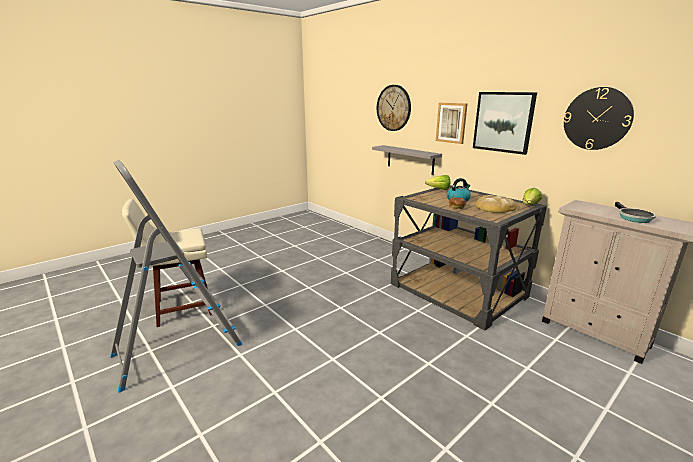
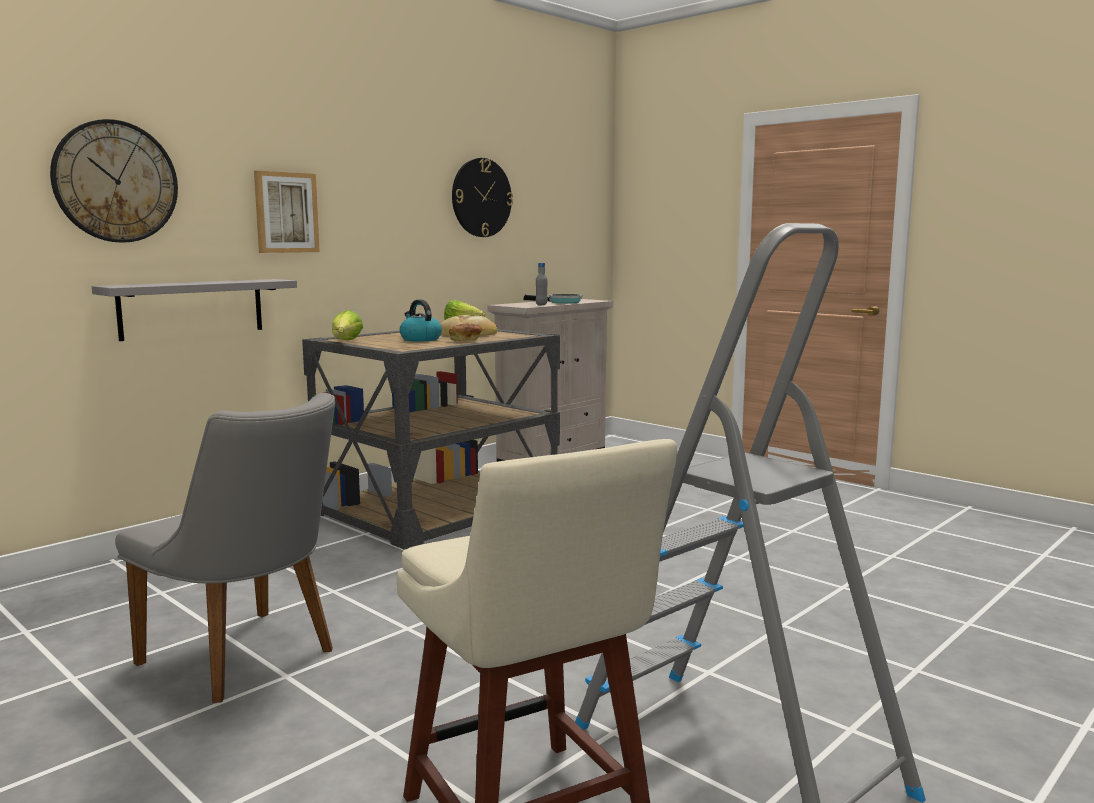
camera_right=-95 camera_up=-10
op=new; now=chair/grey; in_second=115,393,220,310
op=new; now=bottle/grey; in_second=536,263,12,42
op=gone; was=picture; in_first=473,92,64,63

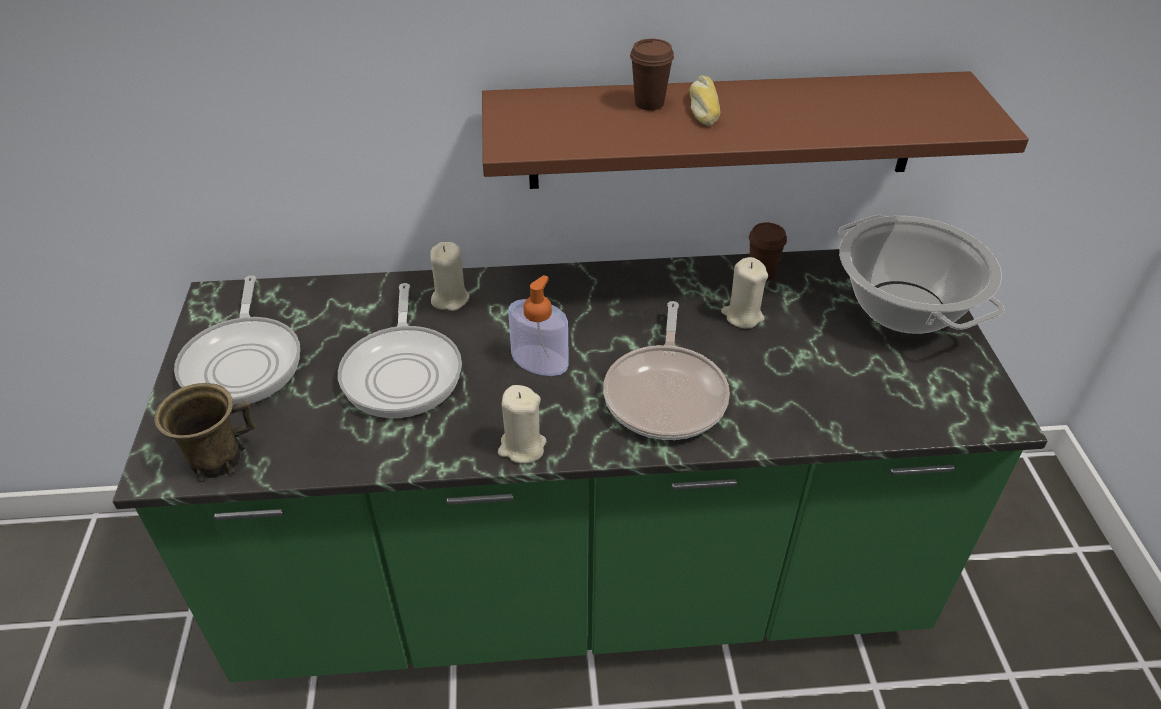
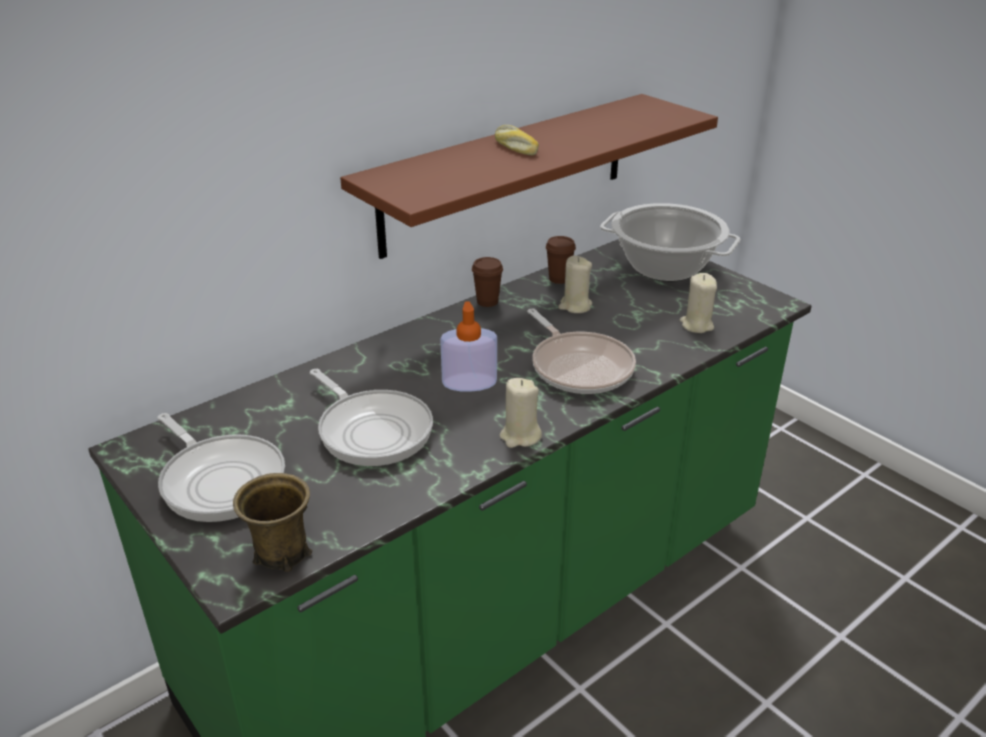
camera_right=-35 camera_up=-10
op=shifted; was=cup/brown; in_first=630,39,44,72; in_second=472,257,31,50
op=shifted; was=candle/beige; in_first=430,242,40,69; in_second=680,273,37,60

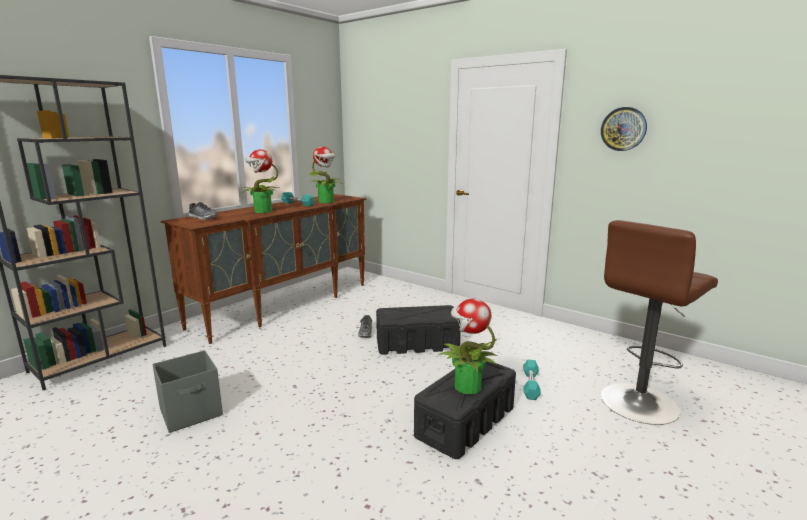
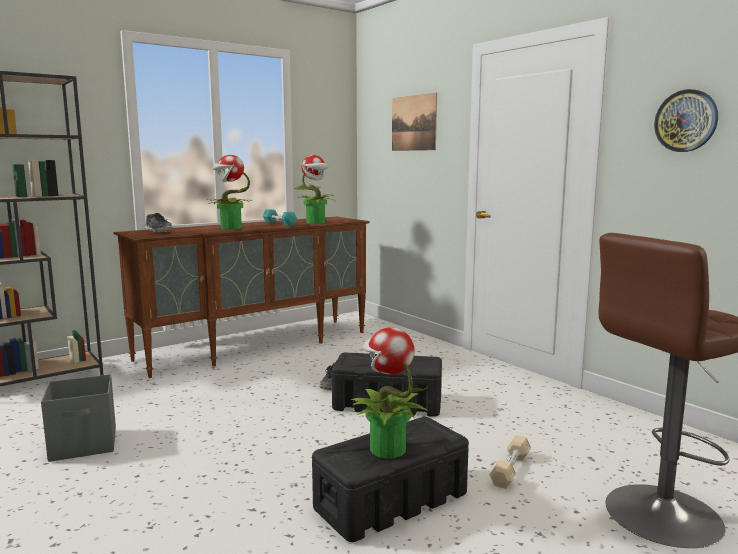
camera_right=15 camera_up=-5
op=new; now=picture; in_second=392,93,45,58
op=repainted; was=dumbbell/turquoise; now=dumbbell/beige; in_first=523,359,18,41; in_second=490,435,41,54

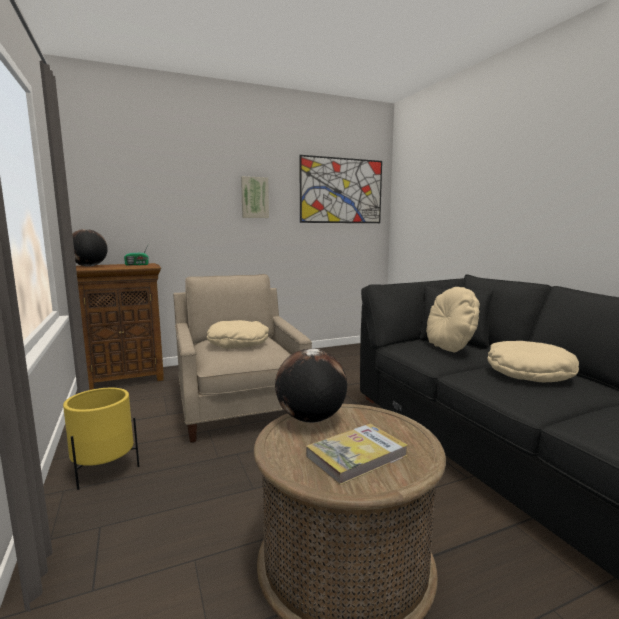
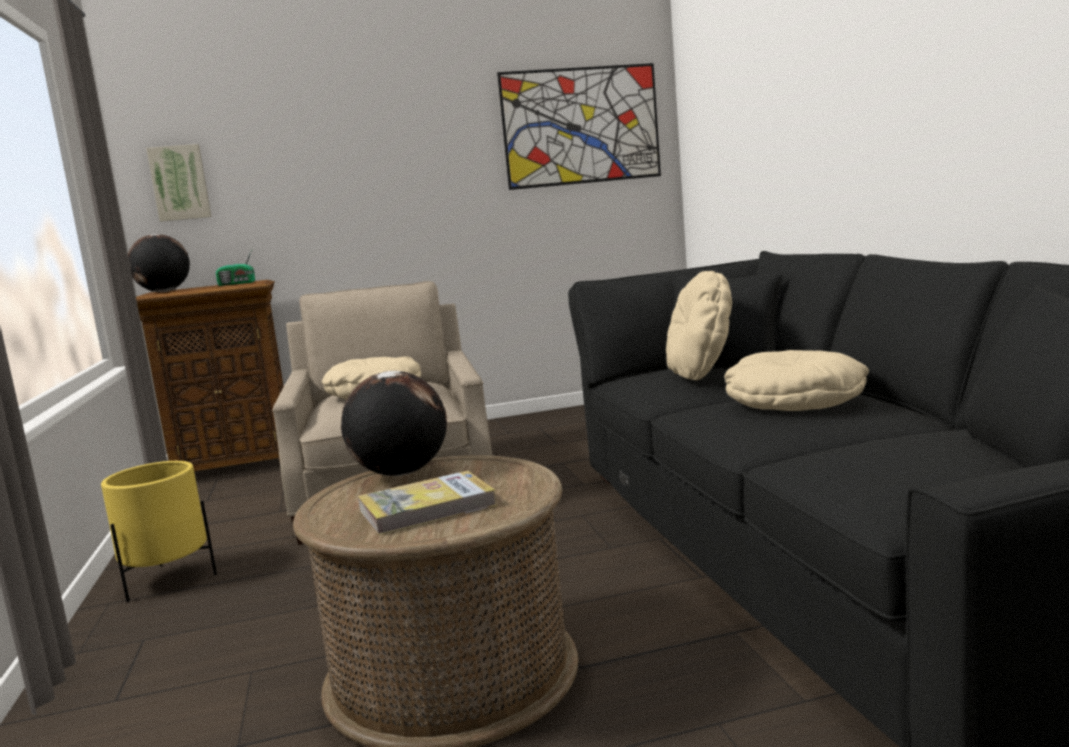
camera_right=10 camera_up=0
op=shifted; was=picture; in_first=241,176,28,42; in_second=146,144,65,78

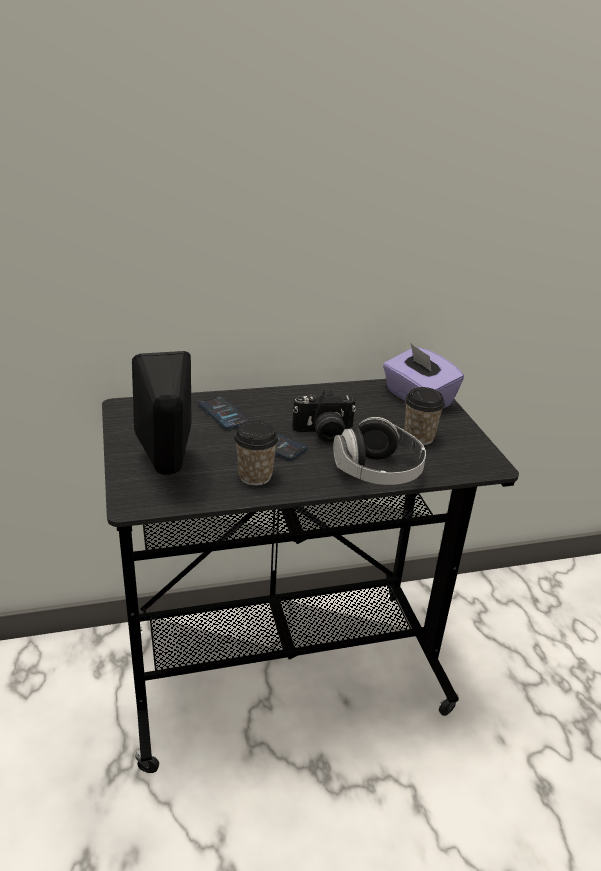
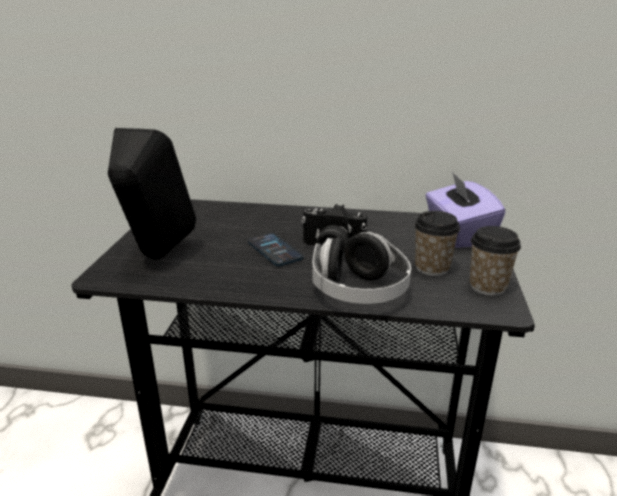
camera_right=25 camera_up=-5
op=shifted; was=cup; in_first=234,421,44,65; in_second=470,226,51,70
op=gone; was=phone; in_first=199,396,51,33

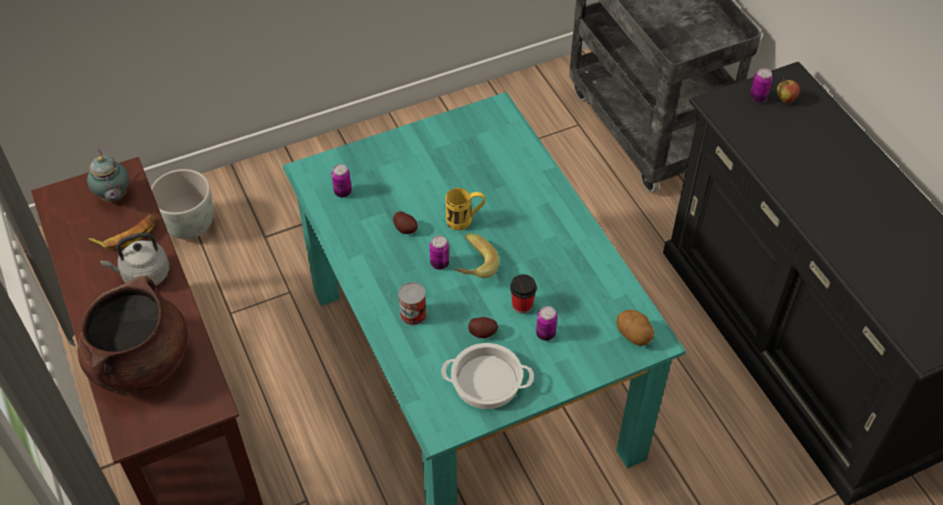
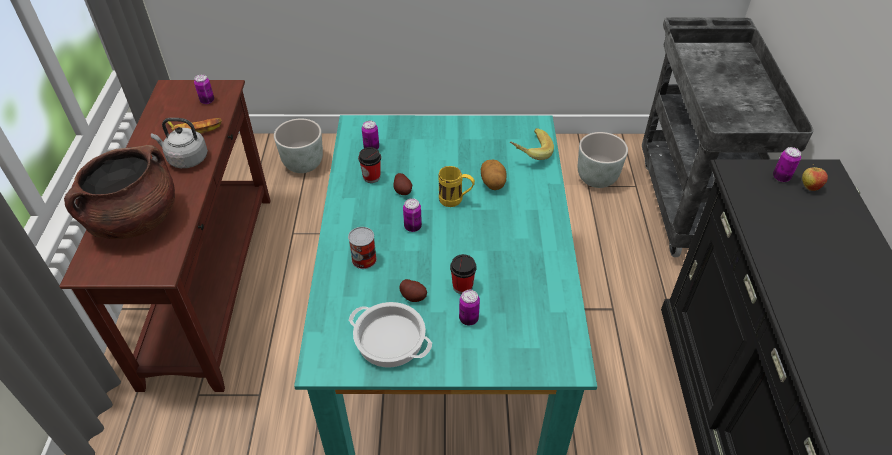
camera_right=25 camera_up=-5
op=swapped; was=teapot; now=can; in_first=87,149,42,53; in_second=194,74,20,30
op=new; now=cup; in_second=358,147,23,36
op=shifted; was=potato; in_first=617,310,37,36; in_second=481,160,26,30
op=shifted; was=banana; in_first=454,234,45,44; in_second=509,128,45,32
op=new; now=planter/grey; in_second=578,132,50,56

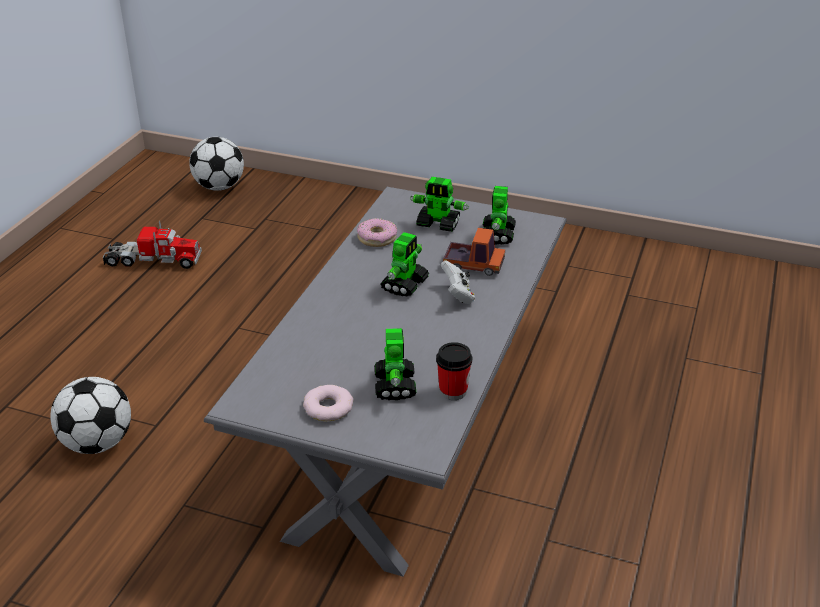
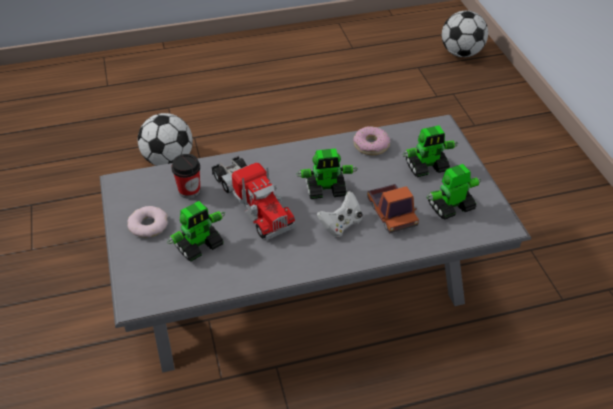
camera_right=55 camera_up=10
op=shifted; was=cup; in_first=436,342,36,58; in_second=171,154,29,45
op=shifted; was=toy truck; in_first=103,221,99,48; in_second=211,156,85,84
op=rotated; was=toy robot; in_first=410,177,59,55; in_second=402,125,56,52; clockwise=-90

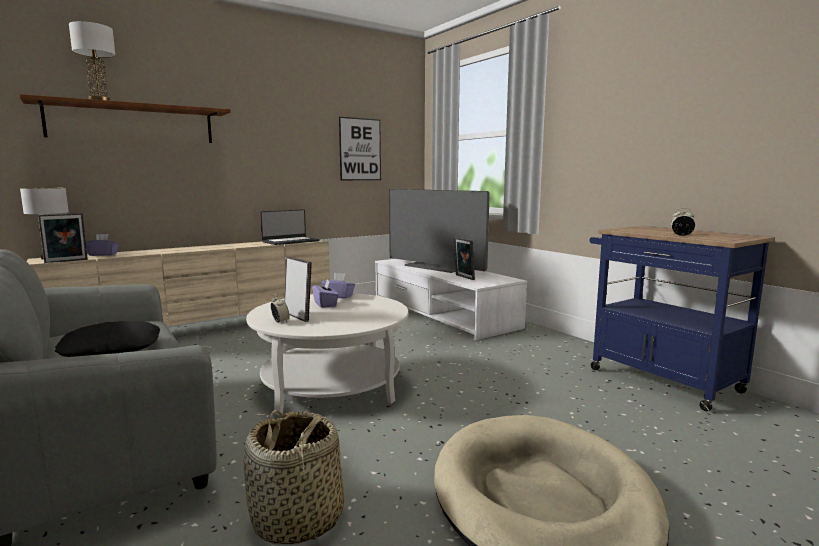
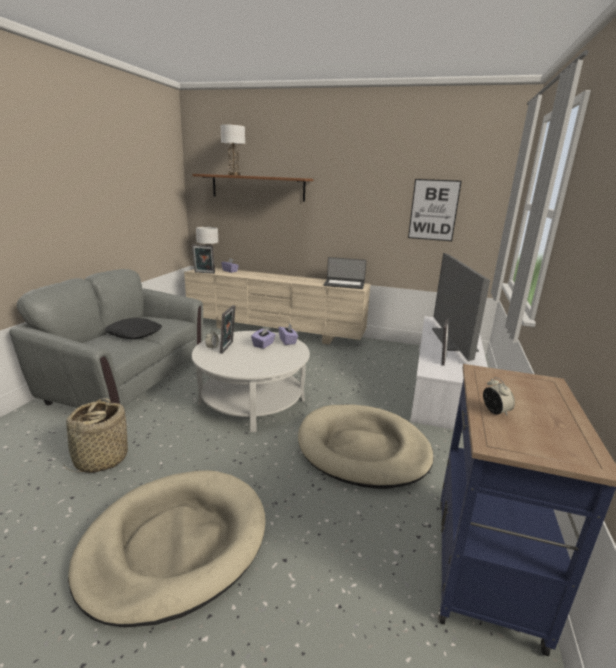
camera_right=50 camera_up=10
op=new; now=dog bed/beige; in_second=298,405,136,84

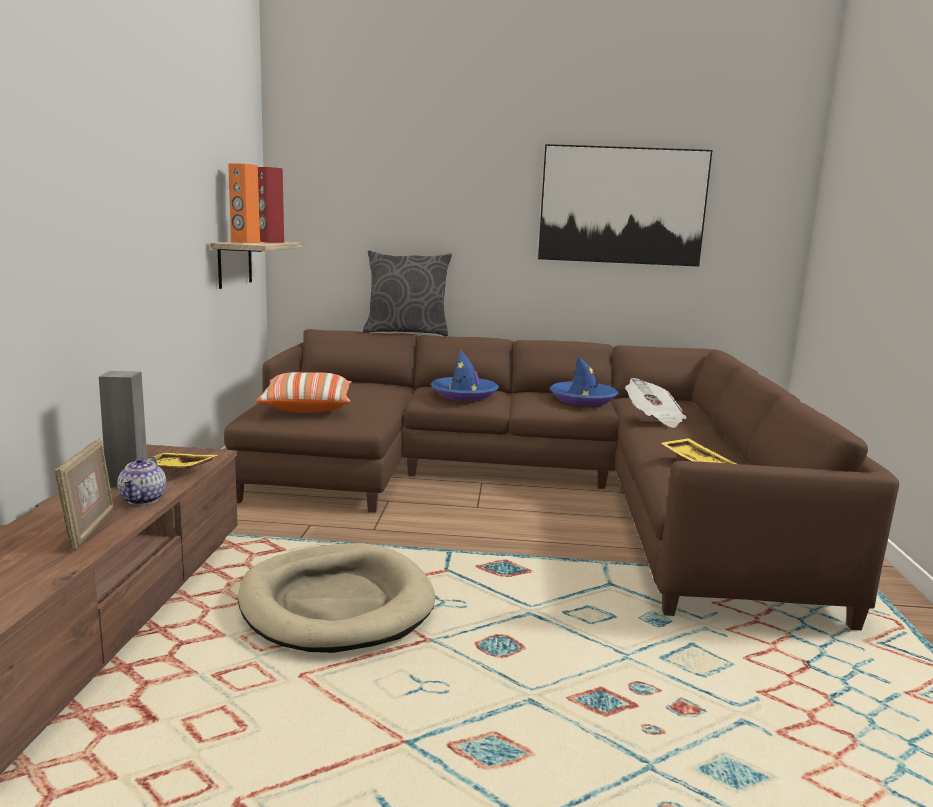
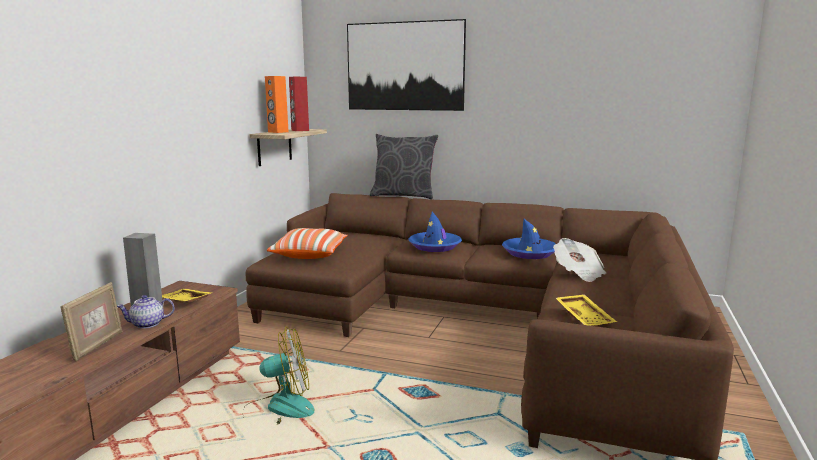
camera_right=15 camera_up=0
op=rotated; was=teapot; in_first=117,456,49,49; in_second=117,295,58,34; clockwise=60
op=swapped; was=dog bed/beige; now=fan; in_first=238,543,197,110; in_second=243,326,72,98
op=shifted; was=picture; in_first=538,144,174,123; in_second=347,19,119,92

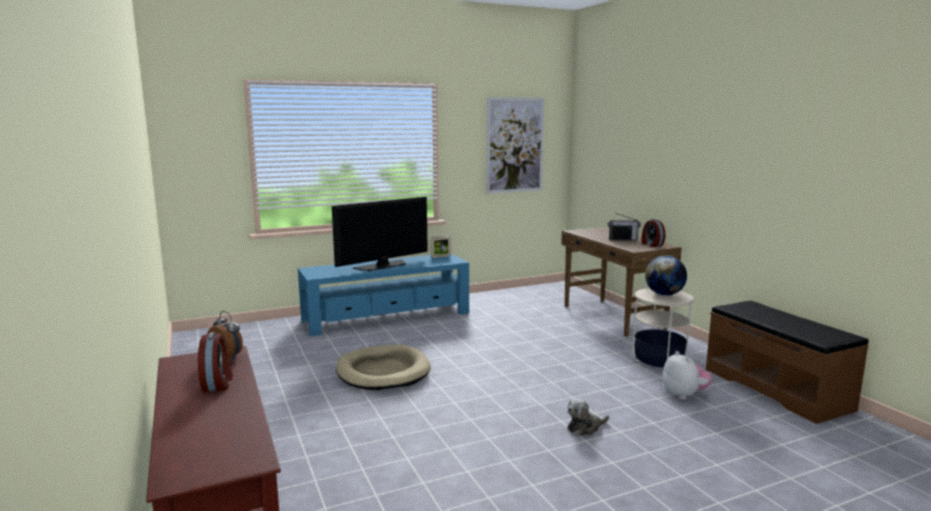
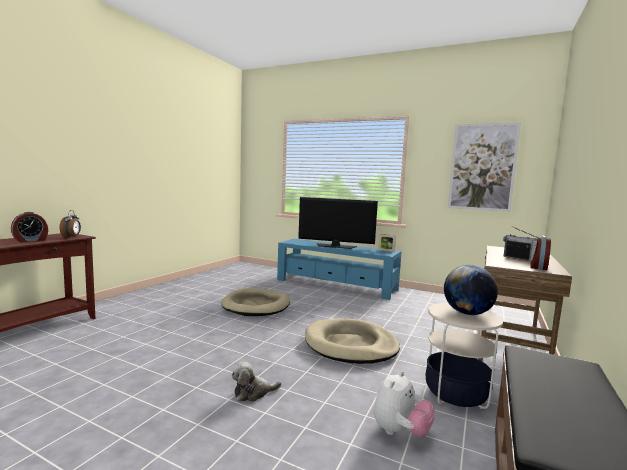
camera_right=50 camera_up=-5
op=rotated; was=plush toy; in_first=567,398,42,38; in_second=232,362,49,40; clockwise=-45
op=new; now=dog bed/beige; in_second=305,319,95,45

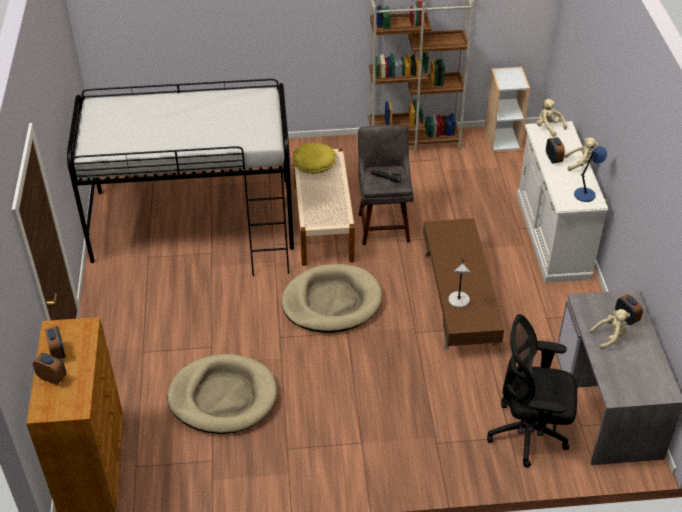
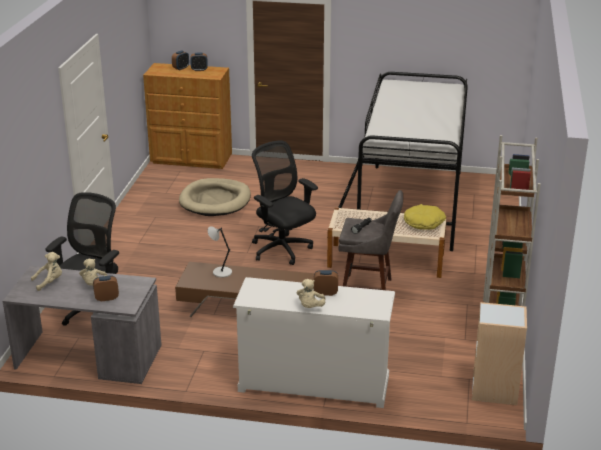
camera_right=105 camera_up=-15
op=shifted; was=plush toy/beige; in_first=537,99,30,38; in_second=31,252,31,39
op=swapped; was=dog bed/beige; now=office chair/black; in_first=281,264,101,69; in_second=252,140,66,125
op=gone; was=table lamp/blue; in_first=574,146,33,56

